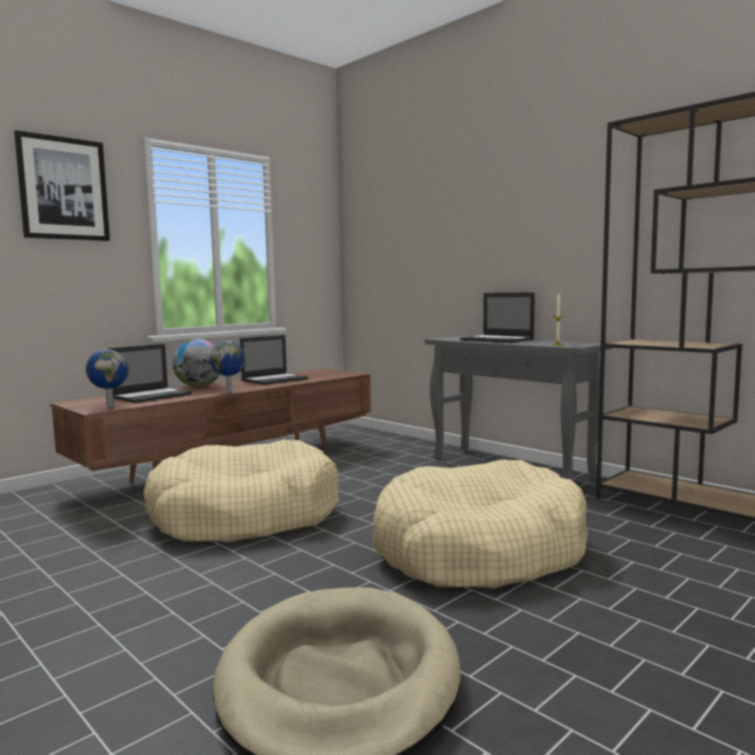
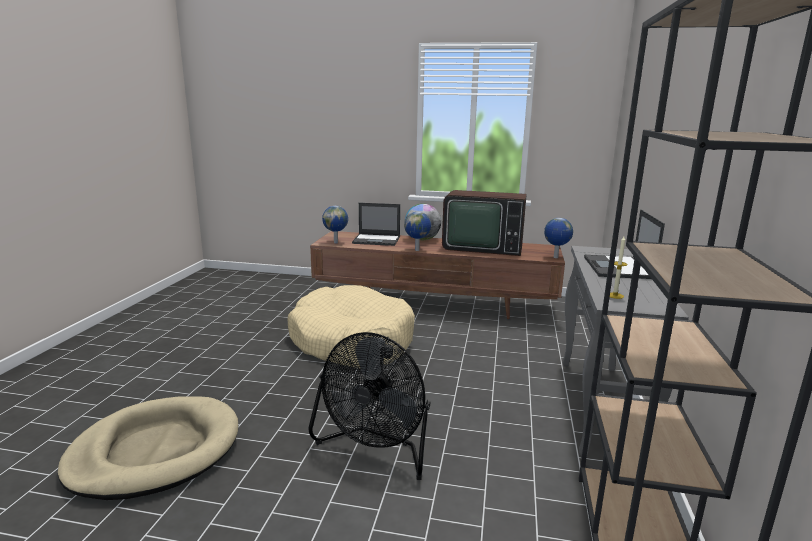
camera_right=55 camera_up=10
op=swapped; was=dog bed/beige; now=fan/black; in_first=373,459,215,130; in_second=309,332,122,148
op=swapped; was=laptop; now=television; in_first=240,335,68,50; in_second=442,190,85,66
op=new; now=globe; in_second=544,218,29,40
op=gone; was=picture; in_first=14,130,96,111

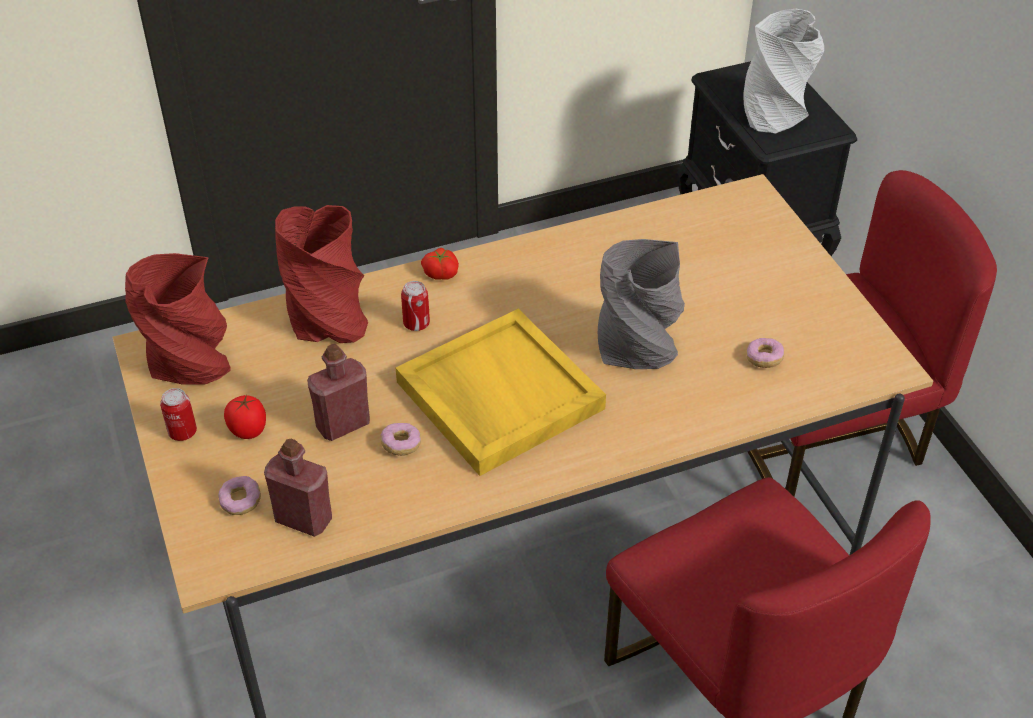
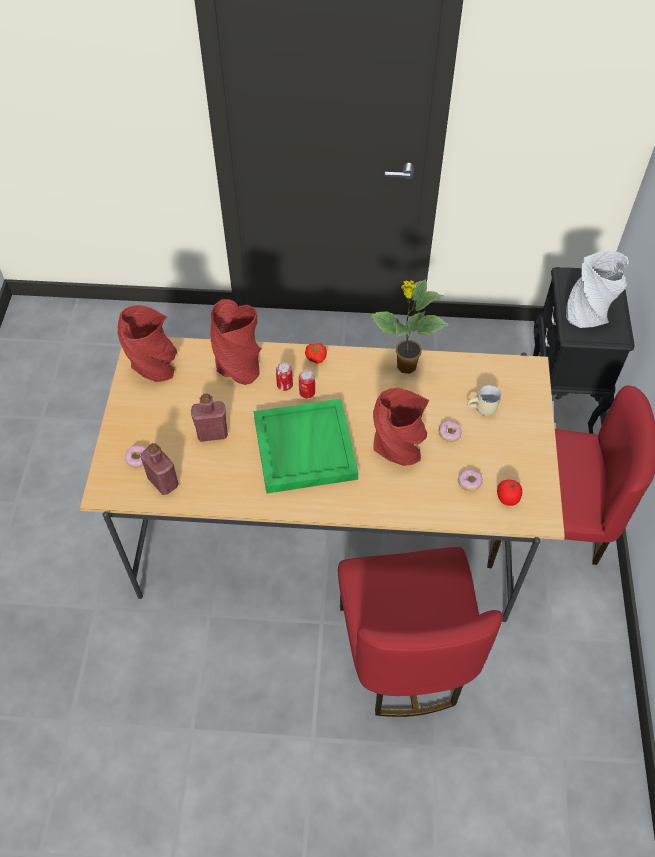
camera_right=25 camera_up=10
op=repainted; was=tray/yellow; now=tray/green; in_first=396,309,210,167; in_second=254,399,104,95
op=shifted; was=can; in_first=160,388,37,53; in_second=299,370,16,28
op=new; now=potted plant; in_second=369,279,80,95
op=repainted; was=vase/grey; now=vase/red; in_first=598,239,87,130; in_second=373,388,56,78
op=shifted; was=donut; in_first=380,423,41,33; in_second=439,421,23,21
op=new; now=mug/beige; in_second=467,385,34,31
op=shifted; was=tomato; in_first=224,395,42,44; in_second=497,480,25,26

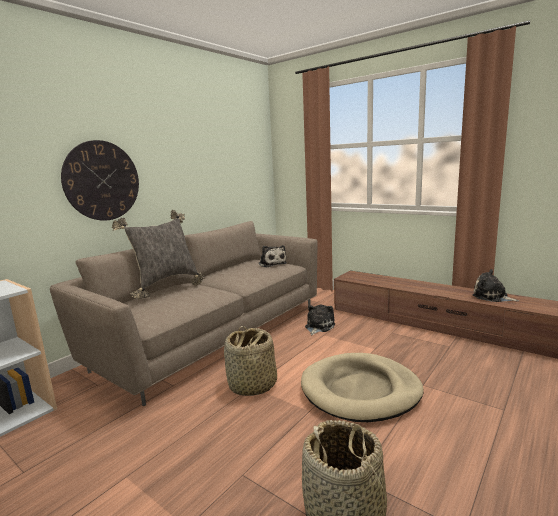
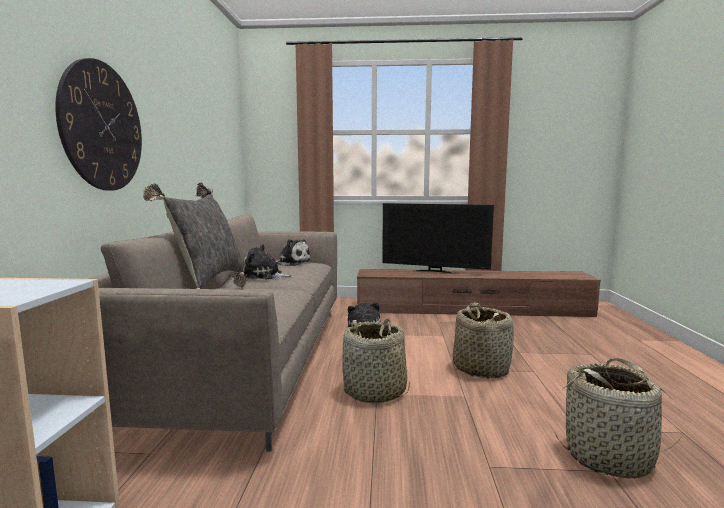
camera_right=-35 camera_up=-5
op=shifted; was=plush toy; in_first=473,269,46,33; in_second=243,244,49,35
op=new; now=television; in_second=382,203,112,71
op=swapped; was=dog bed/beige; now=basket; in_first=301,353,123,69; in_second=453,302,61,76

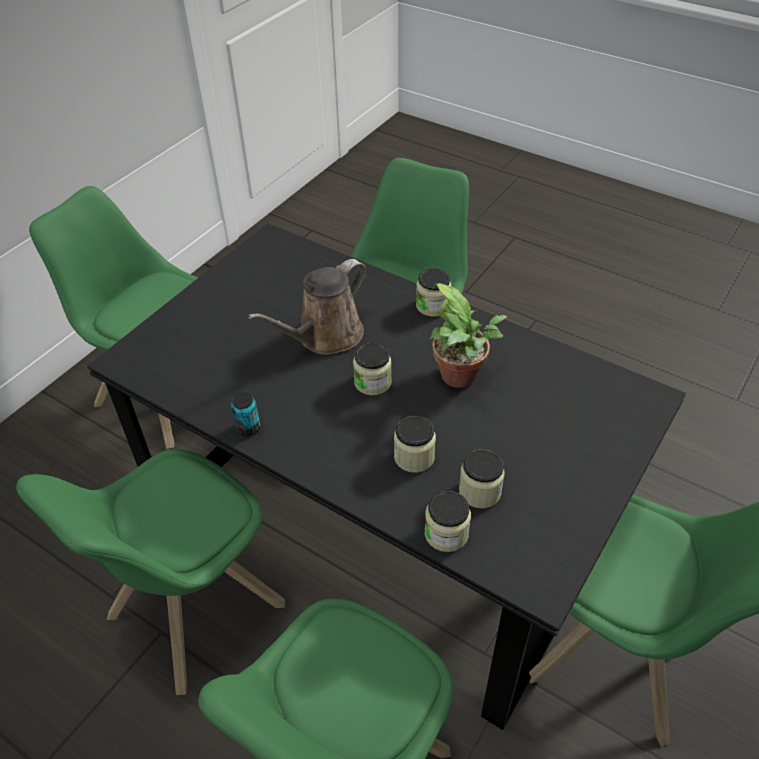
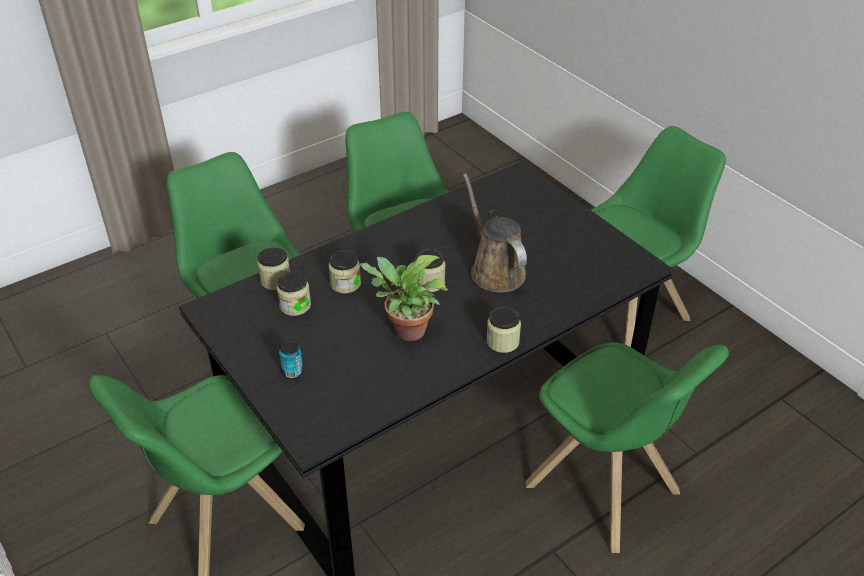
camera_right=110 camera_up=-5
op=shifted; was=can; in_first=231,393,29,43; in_second=279,341,24,39

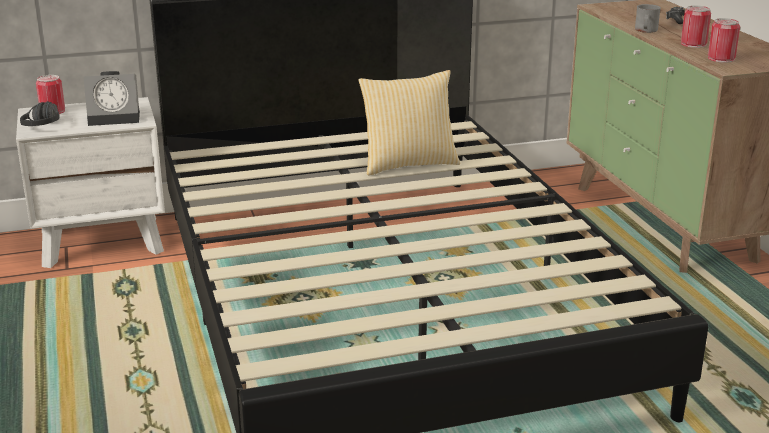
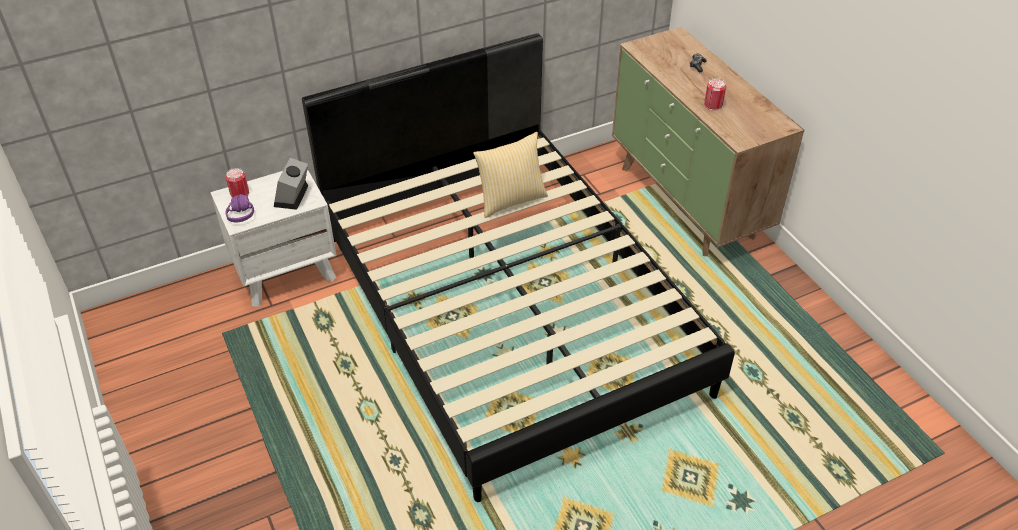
camera_right=-10 camera_up=20
op=repainted; was=headphones/black; now=headphones/purple; in_first=20,101,40,25; in_second=225,194,29,28
op=rotated; was=alarm clock; in_first=83,71,57,55; in_second=274,158,34,52; clockwise=120
op=gone; was=mug/grey; in_first=635,4,26,29
op=gone; was=can; in_first=708,18,32,45

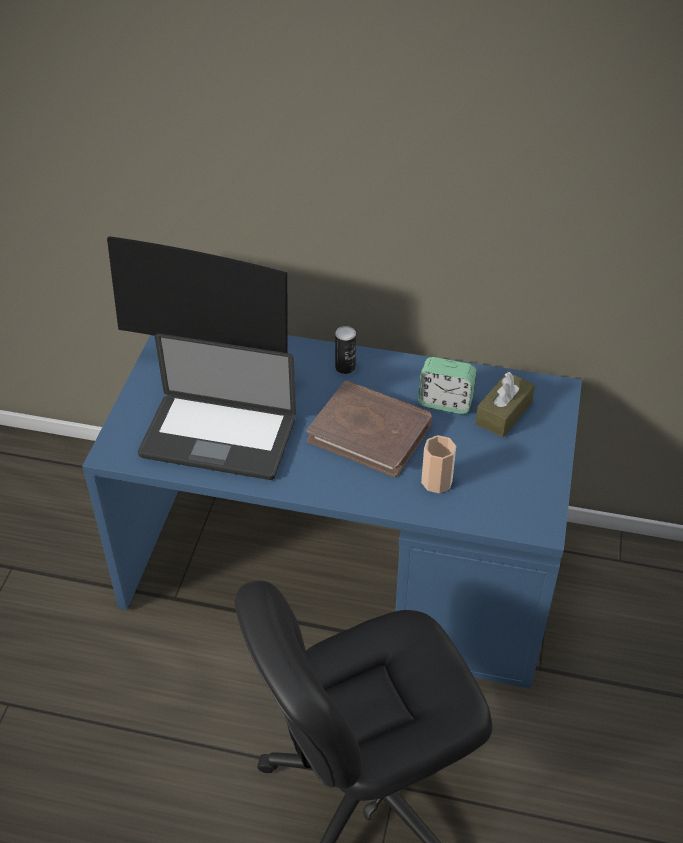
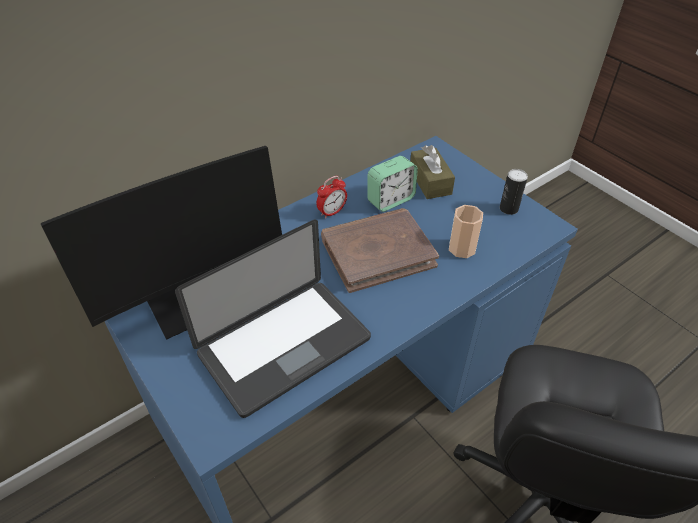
camera_right=-50 camera_up=0
op=new; now=alarm clock; in_second=316,176,31,43
op=shifted; was=can; in_first=335,326,21,48; in_second=500,169,28,46

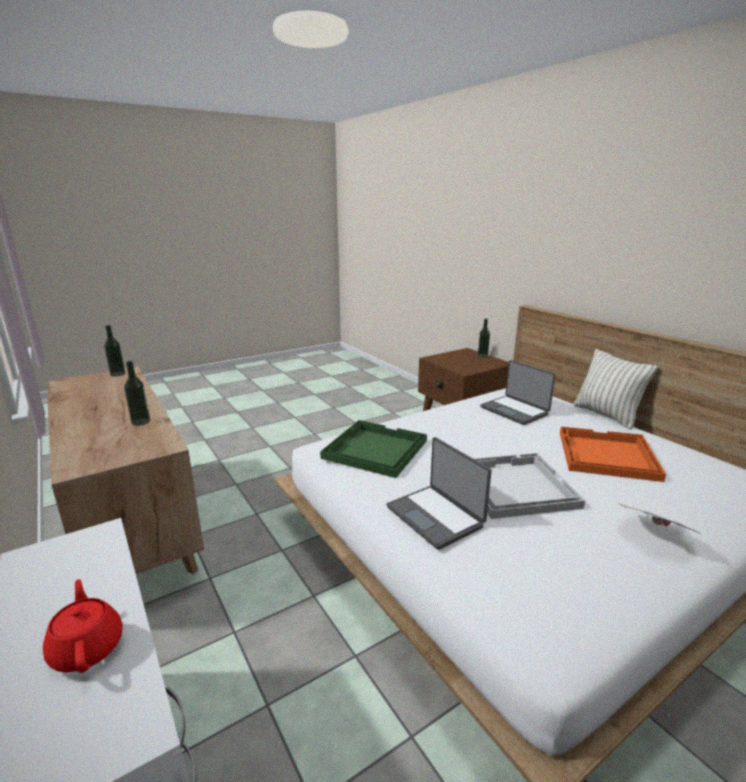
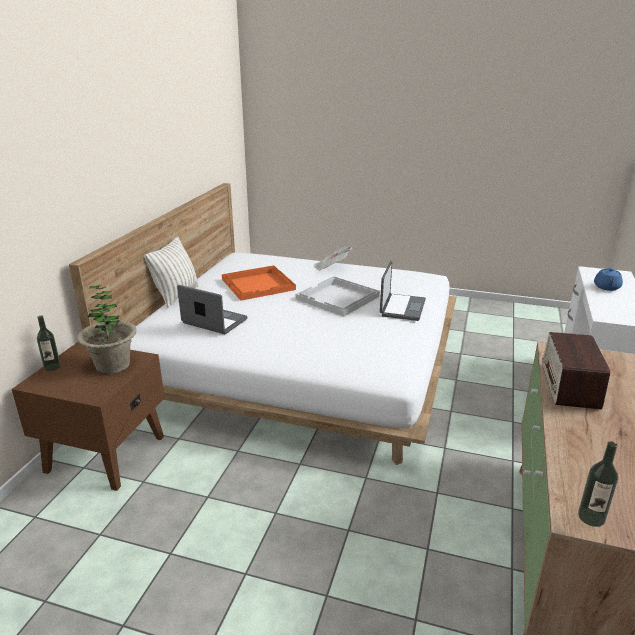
camera_right=-130 camera_up=5
op=new; now=potted plant; in_second=77,285,60,89
op=rotated; was=laptop; in_first=481,360,75,65; in_second=177,285,70,49; clockwise=-75
op=swapped; was=bottle; now=radio; in_first=124,361,26,65; in_second=542,332,68,77
op=repainted; was=teapot/red; now=teapot/blue; in_first=43,579,80,94; in_second=594,268,29,23
op=gone; was=tray/green; in_first=320,420,107,58

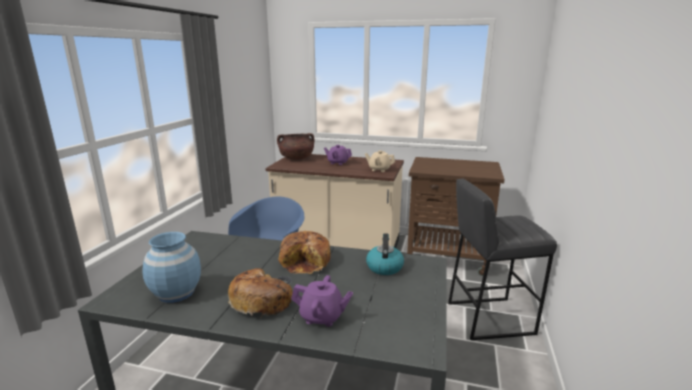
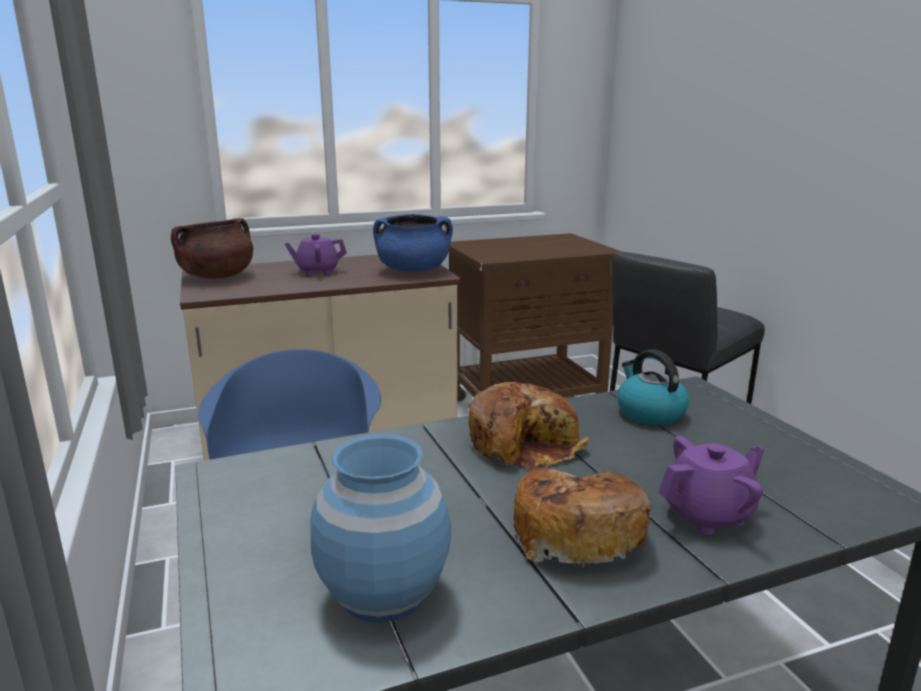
camera_right=-35 camera_up=0
op=swapped; was=teapot/beige; now=cooking pot/blue; in_first=365,151,30,21; in_second=373,214,80,58

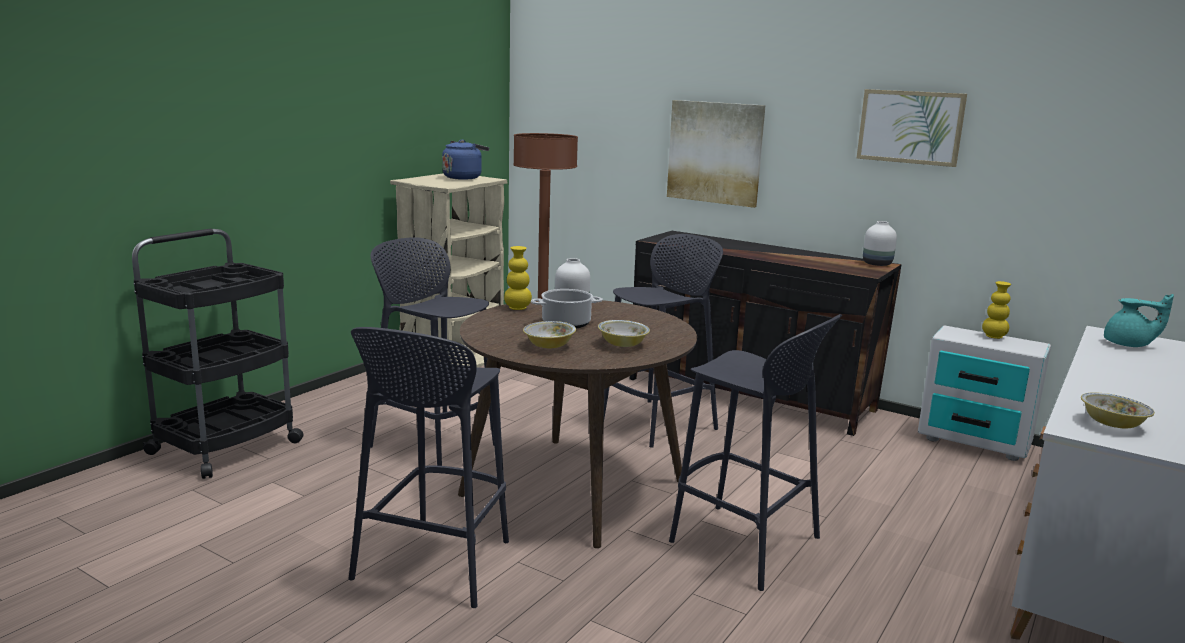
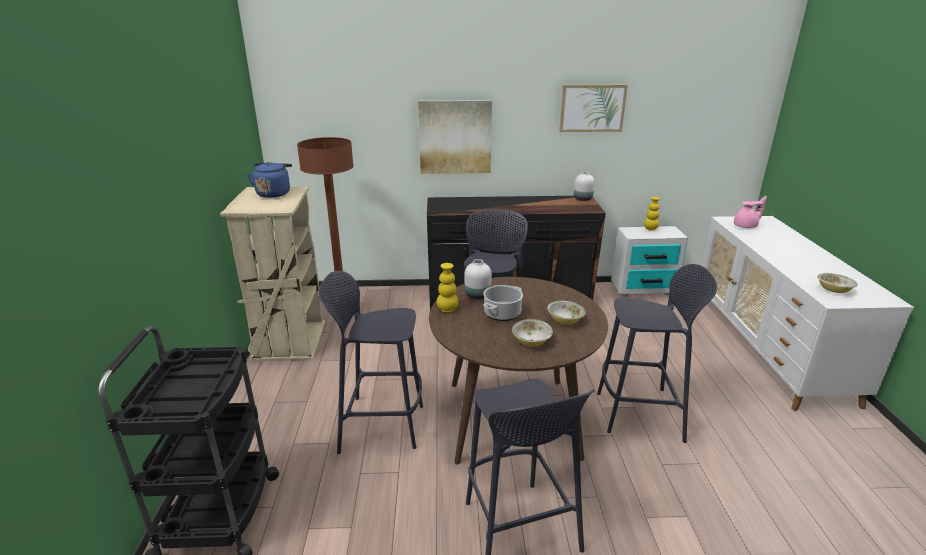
camera_right=-35 camera_up=10
op=repainted; was=teapot/turquoise; now=teapot/pink; in_first=1104,294,70,53; in_second=734,196,33,32

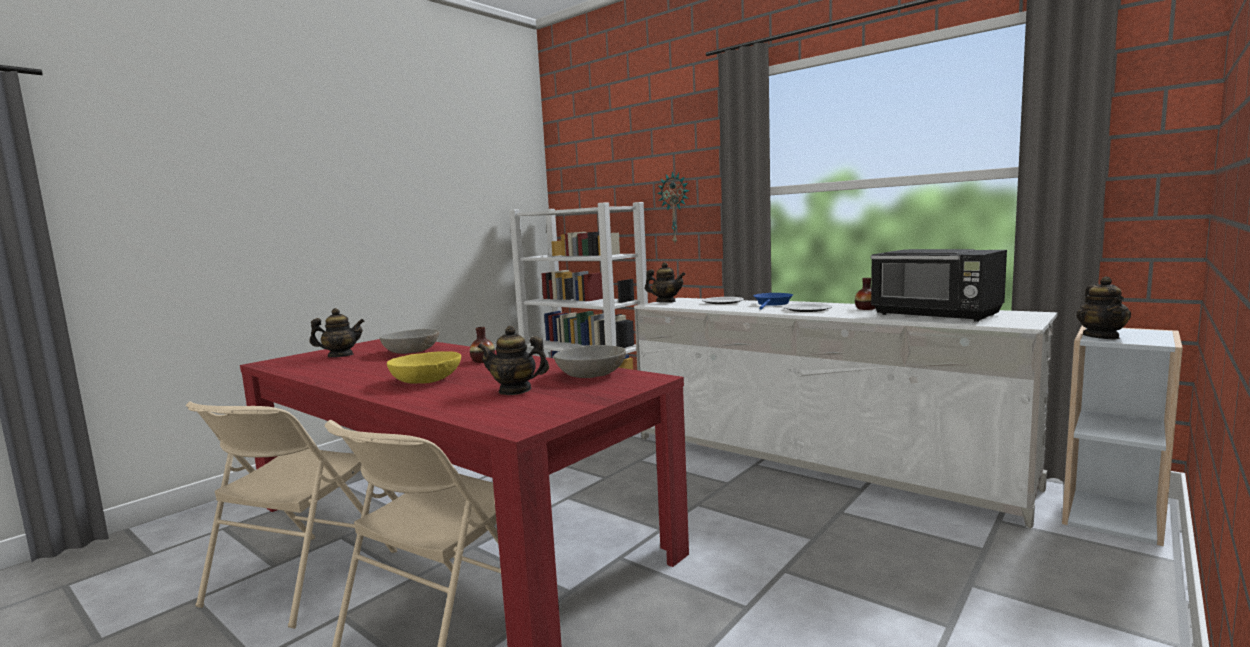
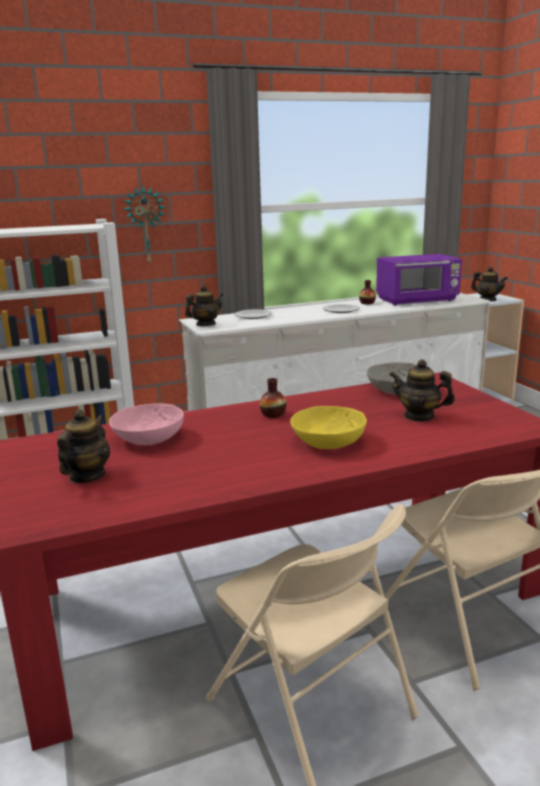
camera_right=-60 camera_up=10
op=repainted; was=bowl/grey; now=bowl/pink; in_first=380,329,60,25; in_second=109,403,75,42
op=repainted; was=microwave/black; now=microwave/purple; in_first=871,249,136,73; in_second=376,254,86,52
op=rotated; was=teapot; in_first=478,326,71,69; in_second=389,359,66,63; clockwise=75
op=gone; was=frying pan/blue; in_first=754,293,39,17

